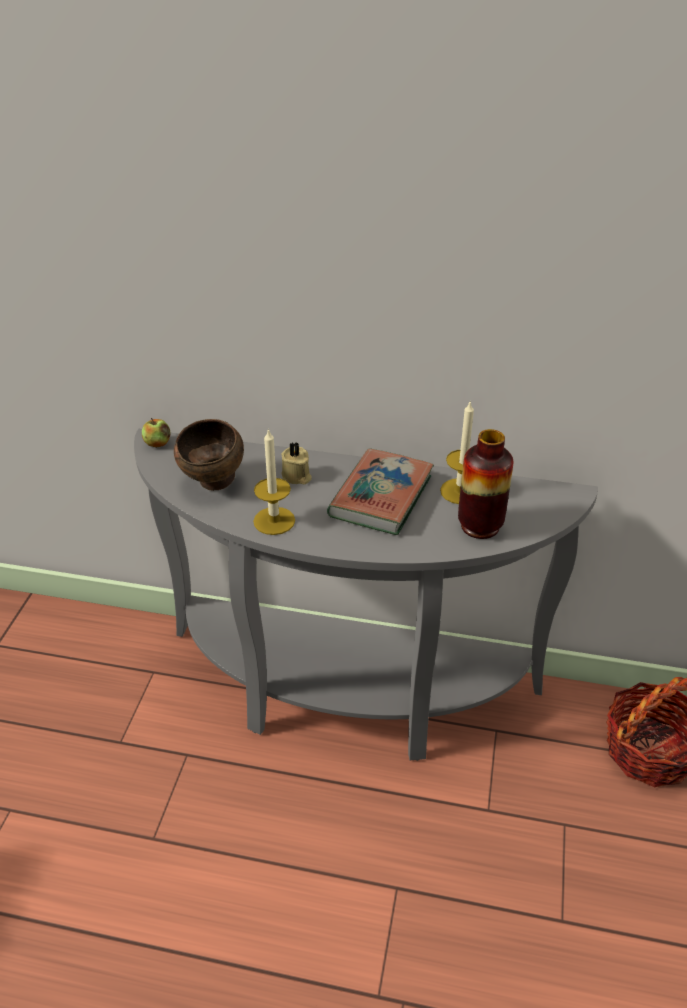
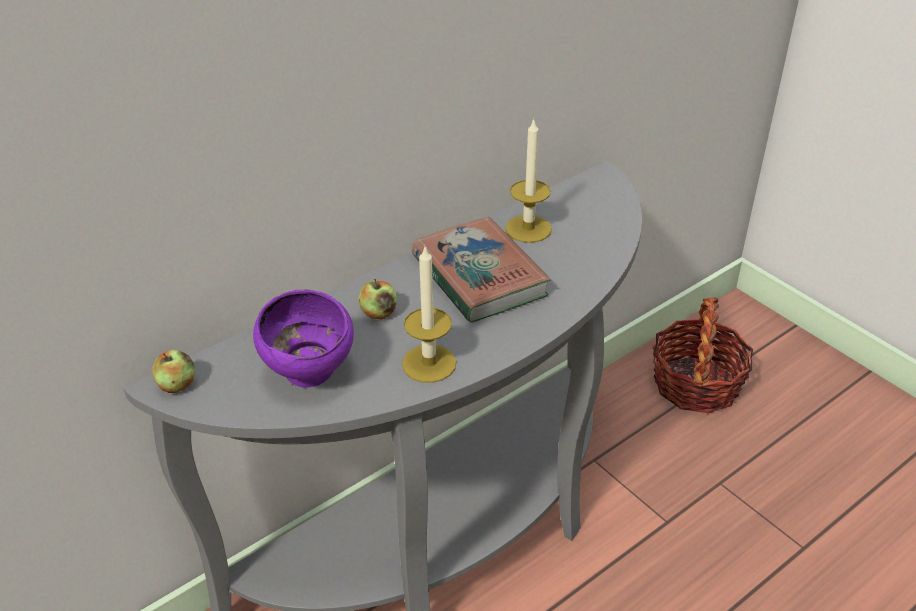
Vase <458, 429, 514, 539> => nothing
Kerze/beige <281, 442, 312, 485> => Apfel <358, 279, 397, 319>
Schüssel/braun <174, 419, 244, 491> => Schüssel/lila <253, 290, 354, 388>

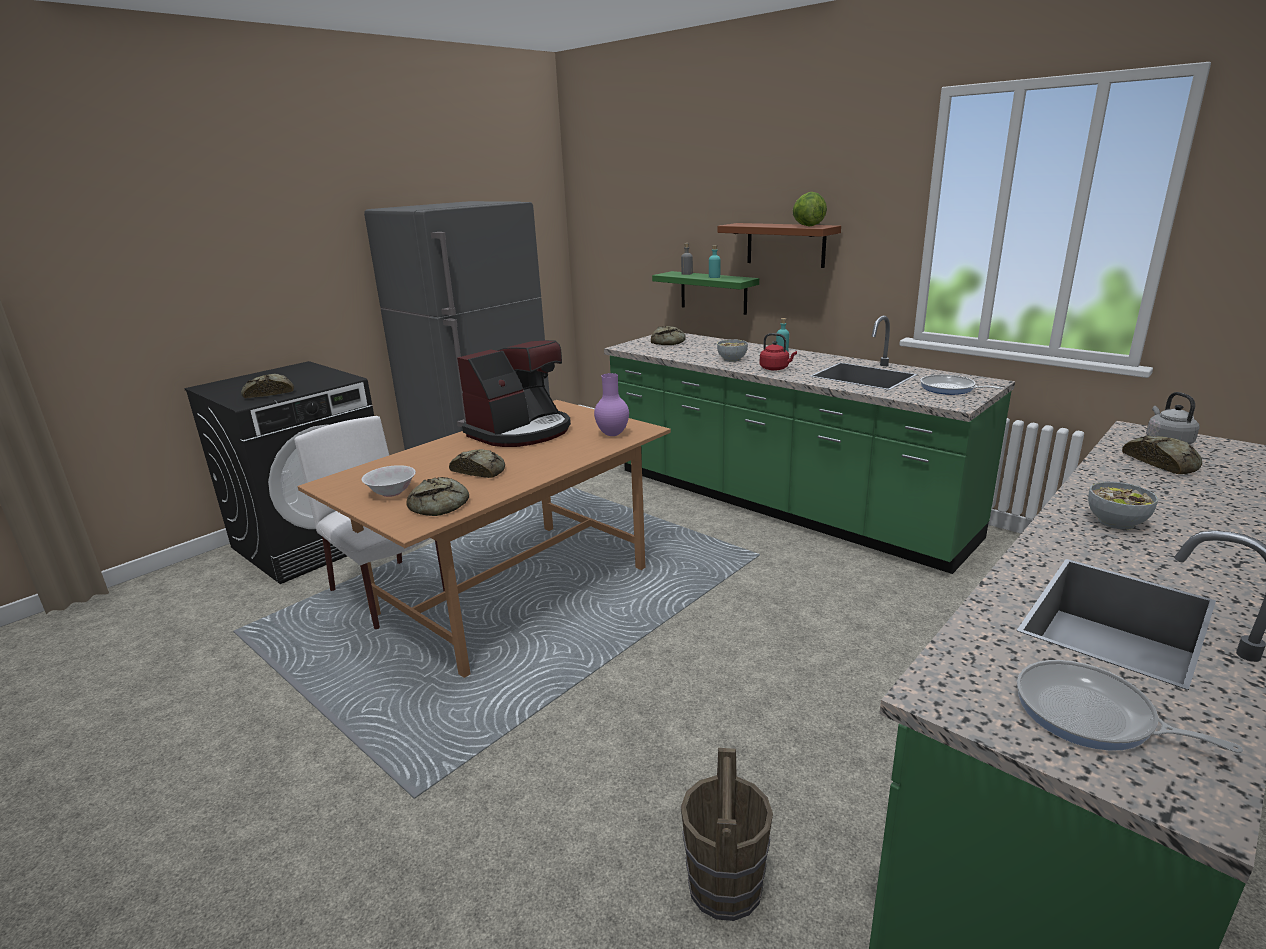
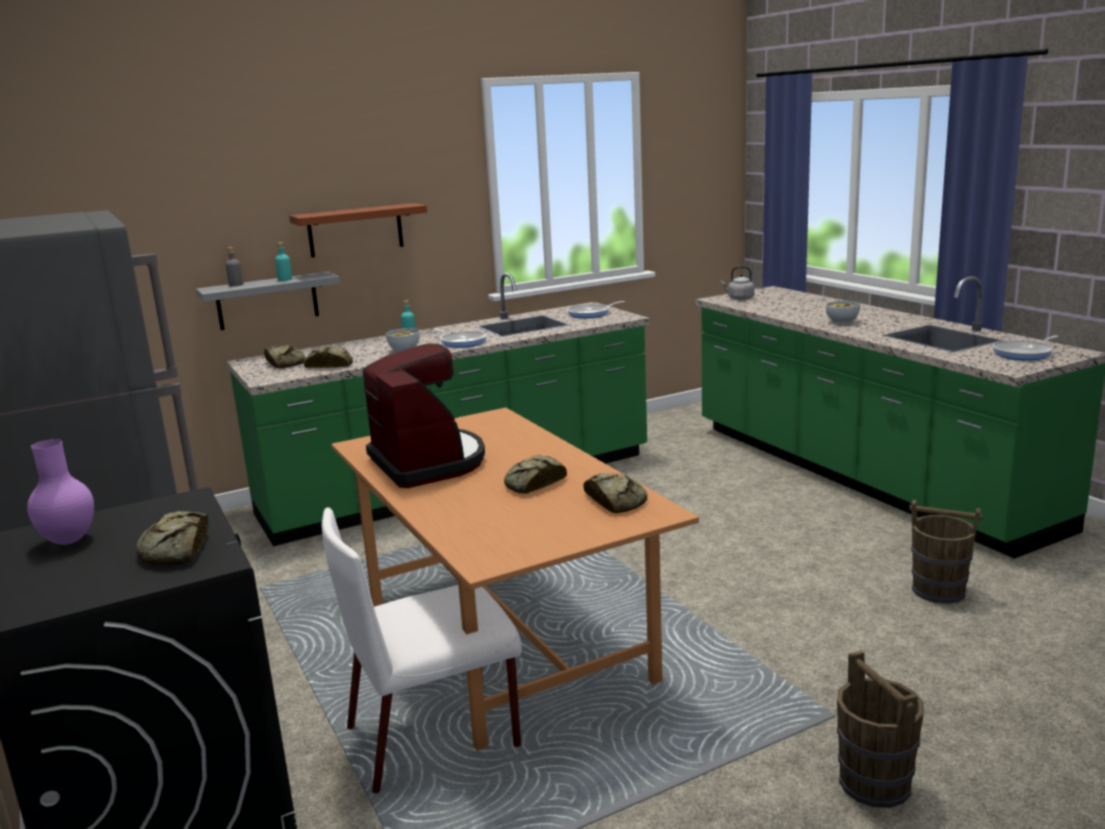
Schüssel/weiß <361, 465, 416, 497> => nothing
Salatkopf <792, 192, 827, 226> => nothing
nothing => Eimer/braun <837, 650, 924, 808>
Vase/lila <594, 373, 629, 436> => Vase/lila <27, 439, 94, 545>, move
Brot <1122, 436, 1202, 474> => Brot <304, 346, 353, 368>, move
Wasserkessel/rot <760, 333, 797, 371> => Pfanne <433, 329, 487, 348>
Wandregal/grün <652, 271, 759, 315> => Wandregal/grau <196, 272, 340, 330>

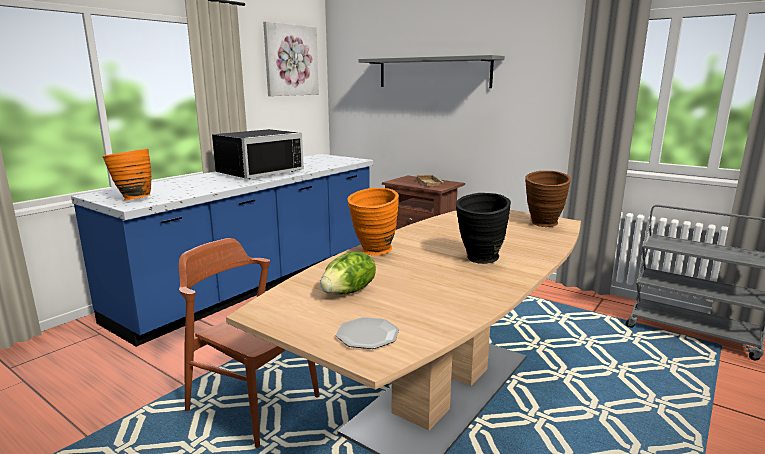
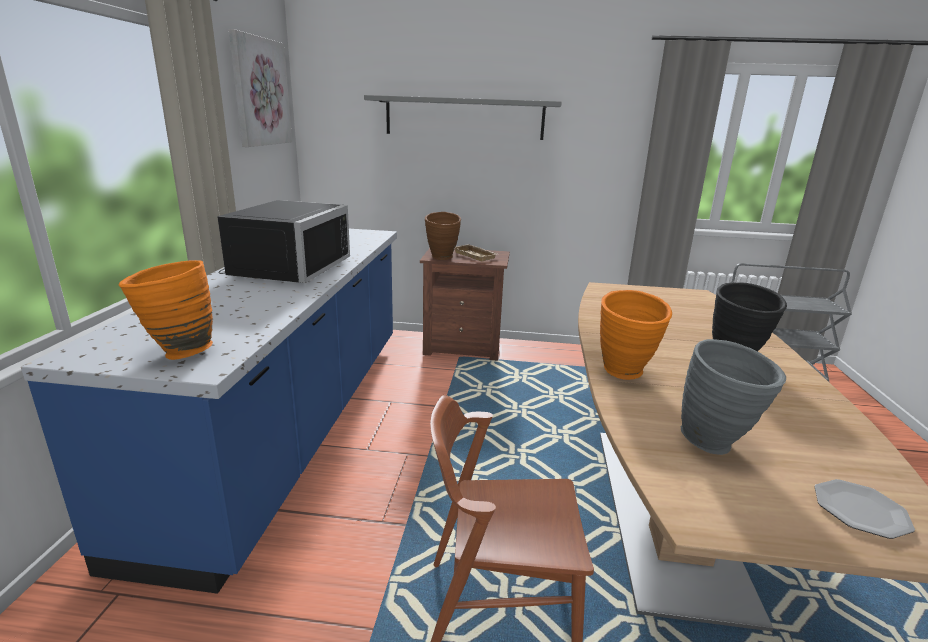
Vase/braun <525, 171, 571, 227> => Vase/braun <425, 212, 461, 260>, move
Salatkopf <320, 251, 376, 295> => Vase/grau <681, 339, 786, 455>

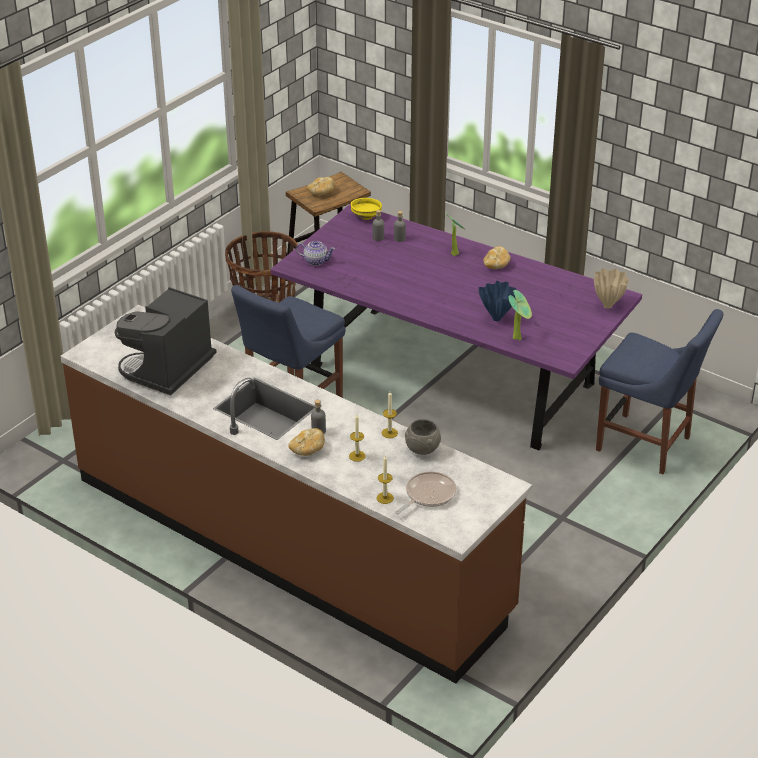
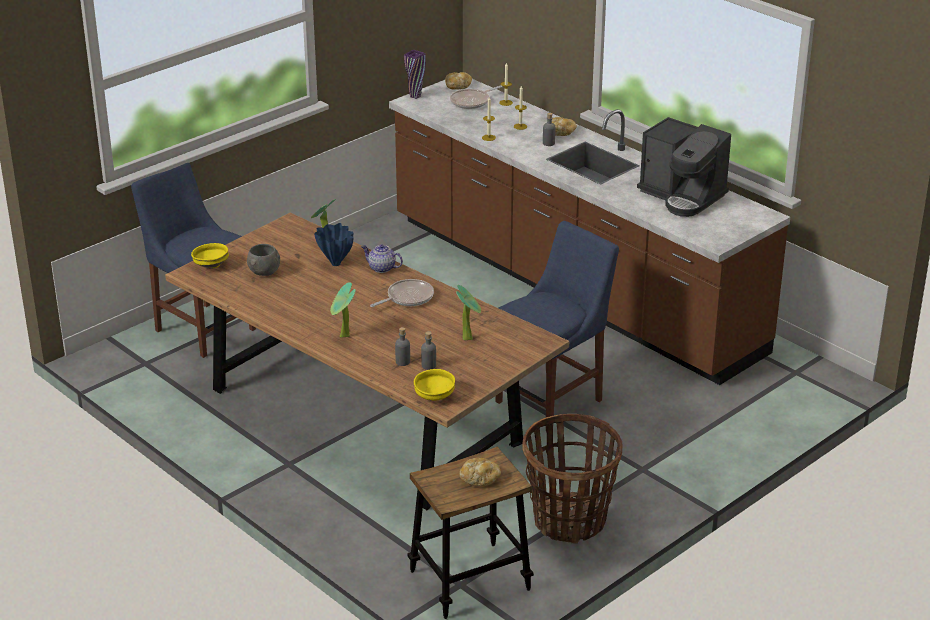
nothing => Pfanne <370, 279, 434, 307>
nothing => Vase/lila <404, 49, 426, 99>
nothing => Topfpflanze <456, 285, 481, 340>
Teekanne <296, 241, 335, 266> => Teekanne <361, 244, 403, 273>, move
Schüssel/grau <405, 419, 441, 455> => Schüssel/grau <247, 244, 280, 276>, move
Brot <483, 246, 511, 269> => Brot <445, 72, 472, 90>, move
Vase/beige <594, 269, 629, 309> => Schüssel/gelb <191, 243, 229, 269>
Esstisch/lila <271, 204, 642, 450> => Esstisch/braun <165, 213, 569, 510>
Kaffeemaschine <115, 287, 217, 396> => Kaffeemaschine <637, 117, 731, 217>, 90 degrees clockwise

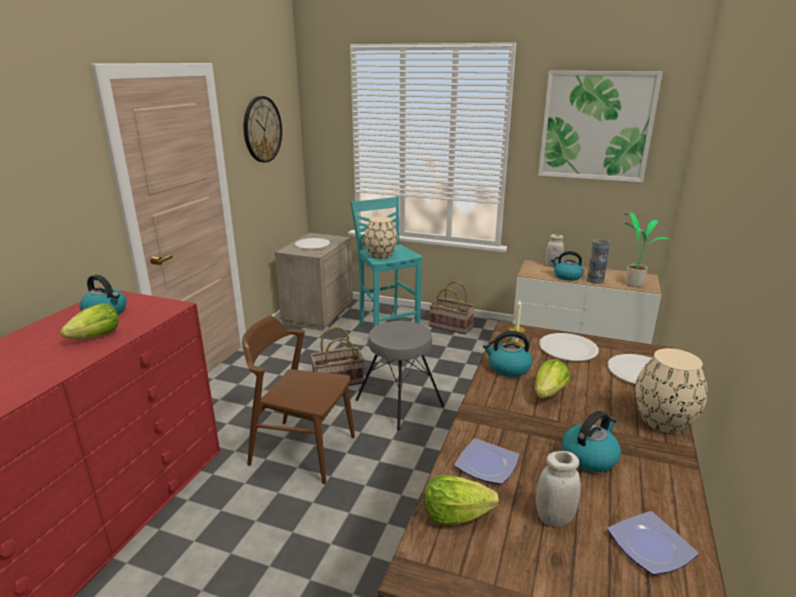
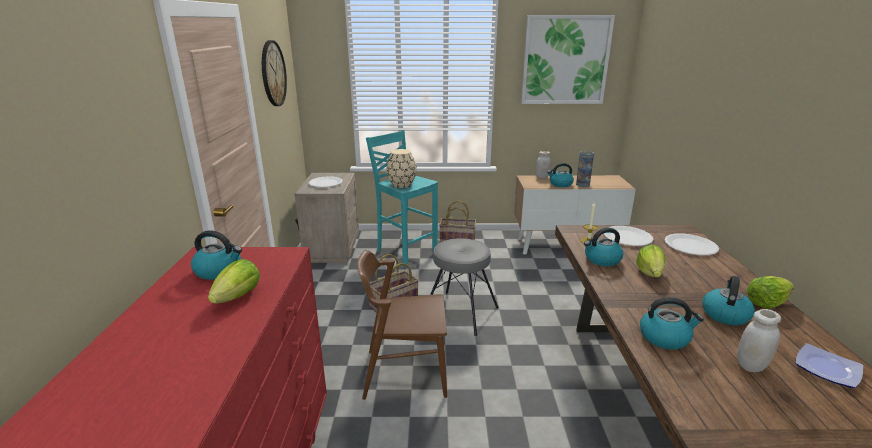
Topfpflanze <624, 213, 669, 287> => nothing
Vase/beige <635, 348, 708, 433> => nothing
Salatkopf <424, 475, 499, 525> => Salatkopf <747, 276, 794, 309>, move
Teller <454, 438, 520, 485> => Wasserkessel <640, 297, 704, 350>

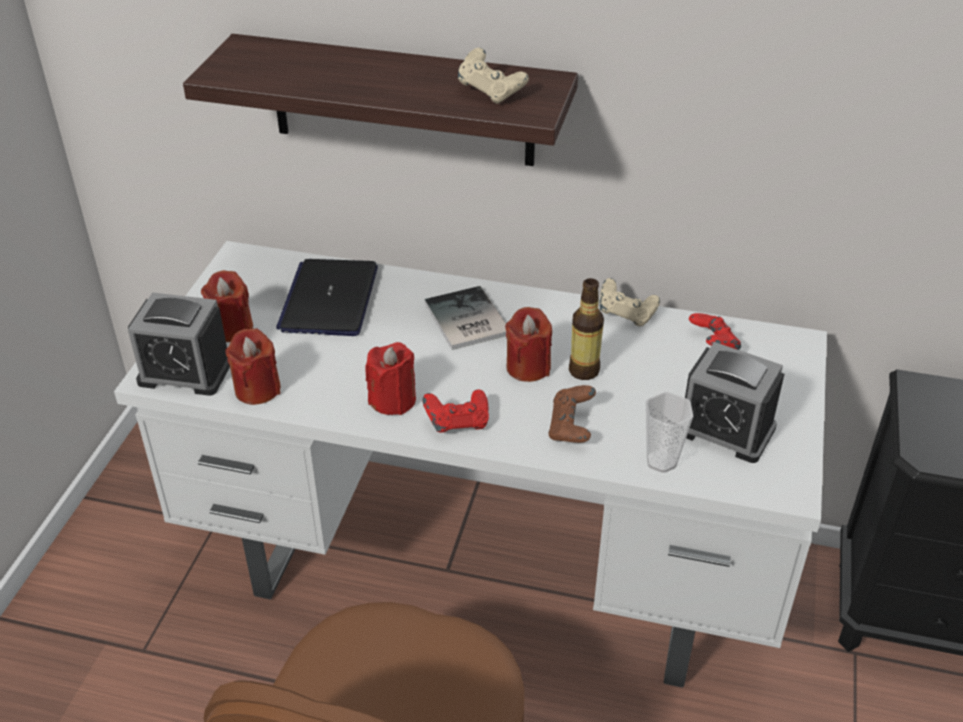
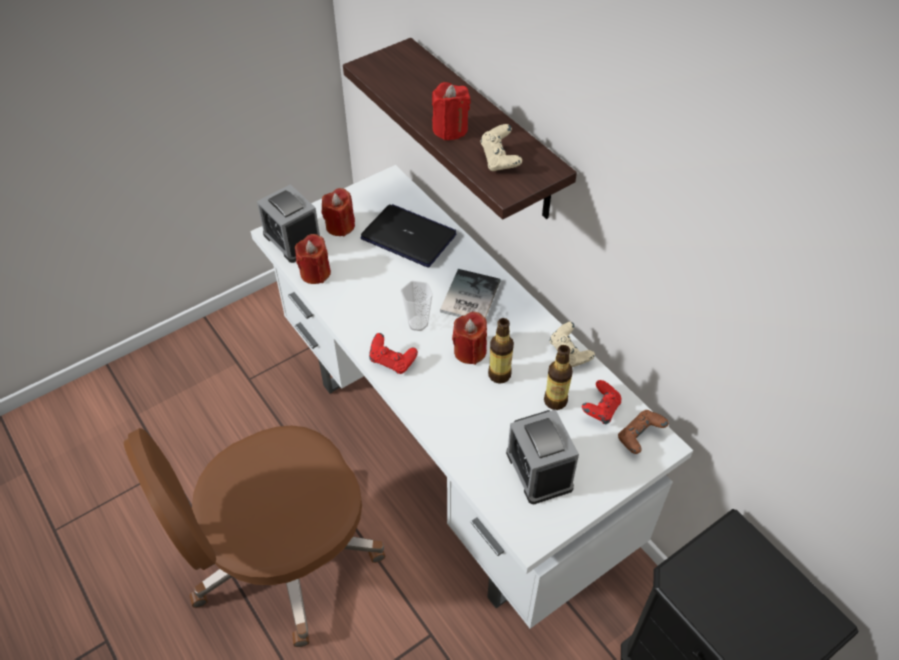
nothing => Flasche <544, 345, 573, 410>
Kerze/rot <365, 342, 416, 415> => Kerze/rot <432, 82, 471, 140>, move
Gamepad/braun <548, 385, 596, 443> => Gamepad/braun <618, 410, 669, 454>, move
Tasse <646, 392, 693, 473> => Tasse <401, 281, 433, 331>, move
Laptop <276, 259, 378, 336> => Laptop <360, 204, 456, 267>, 75 degrees clockwise

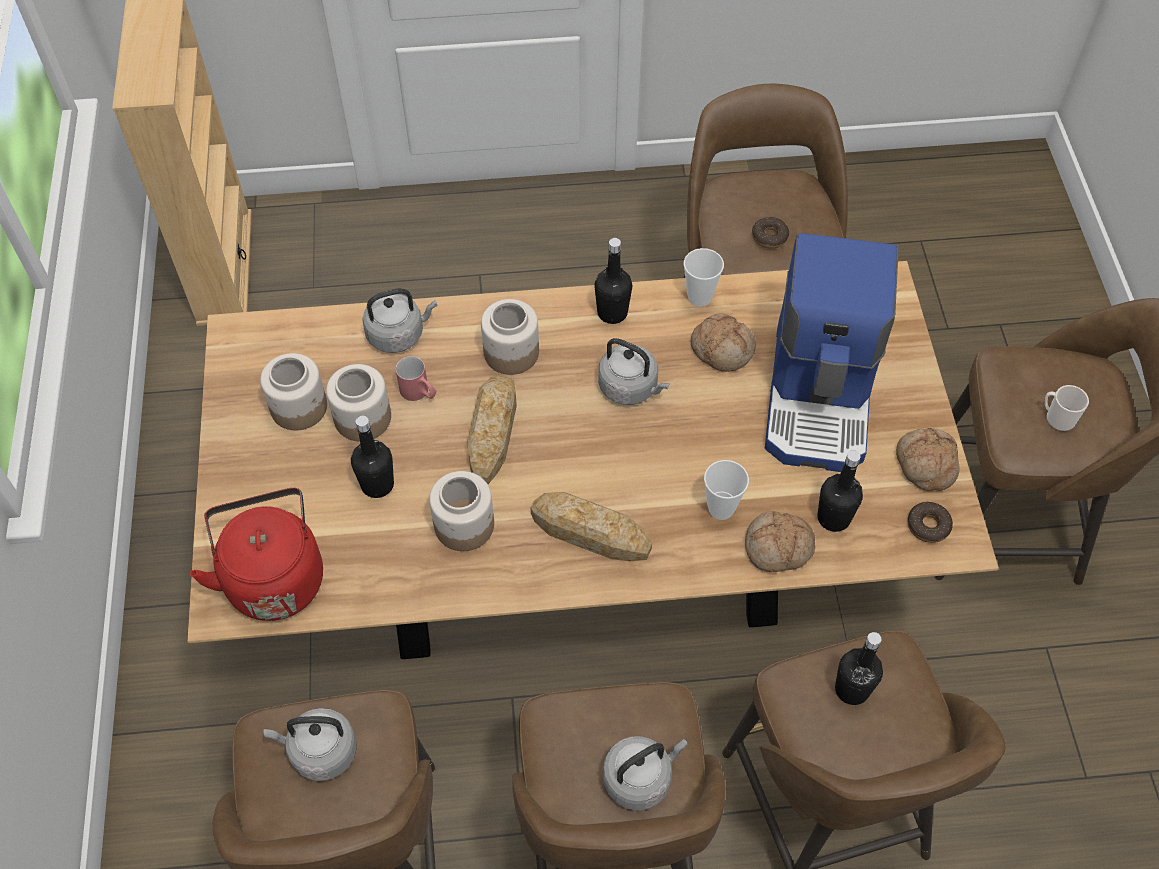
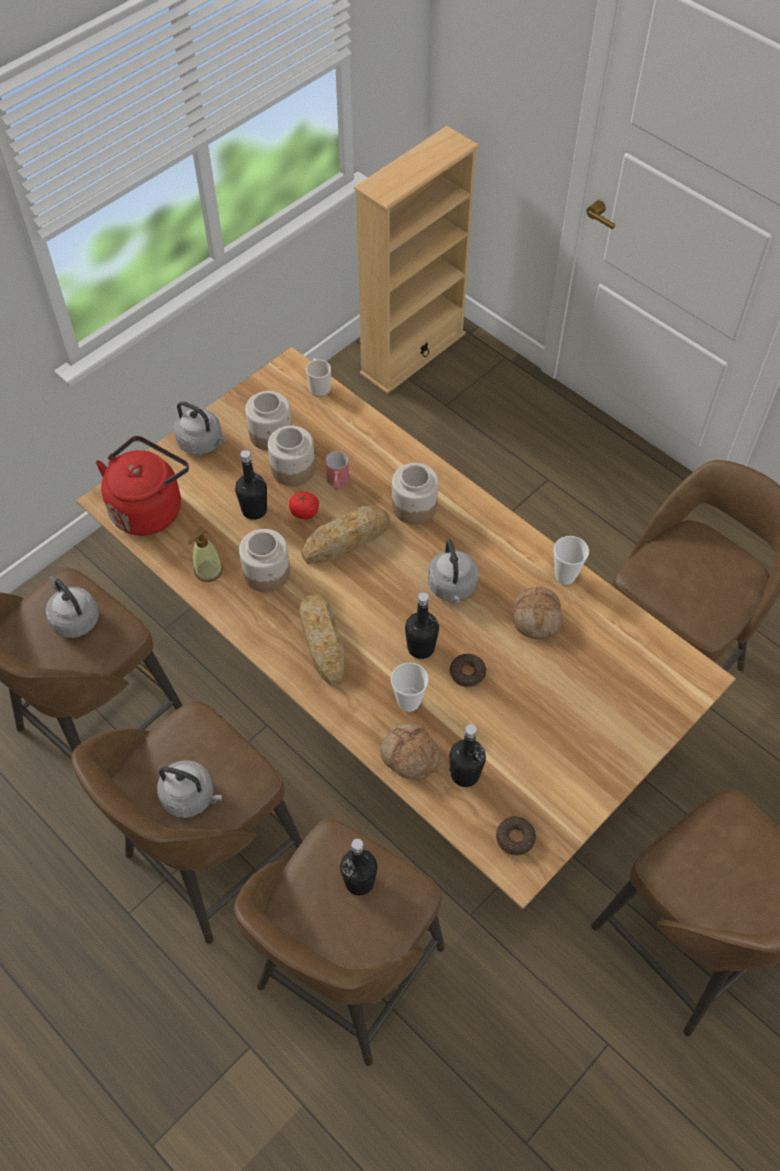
Kaffeemaschine <765, 233, 899, 472> => nothing
Brot <896, 428, 960, 491> => nothing
nothing => Seifenspender <188, 527, 223, 582>
nothing => Tomate <289, 492, 319, 519>
Wasserkessel/grau <362, 288, 438, 353> => Wasserkessel/grau <174, 401, 226, 455>, move
Flasche/schwarz <594, 238, 632, 324> => Flasche/schwarz <405, 592, 439, 659>, move
Donut <752, 217, 789, 249> => Donut <450, 654, 486, 687>, move
Henkelbecher <1045, 385, 1089, 431> => Henkelbecher <306, 358, 331, 397>, move

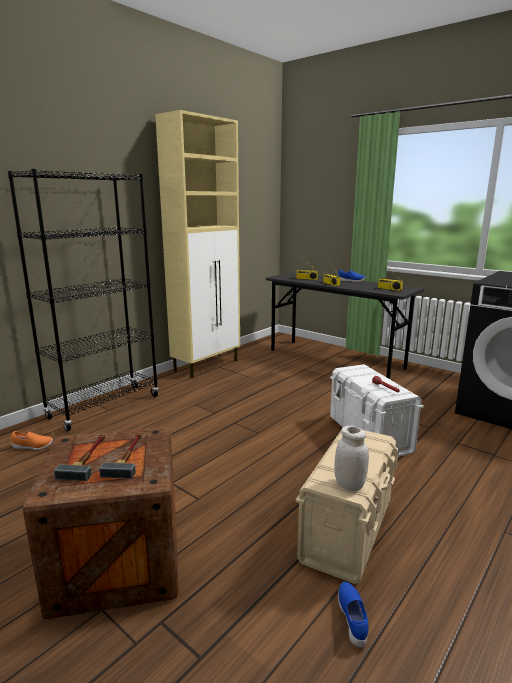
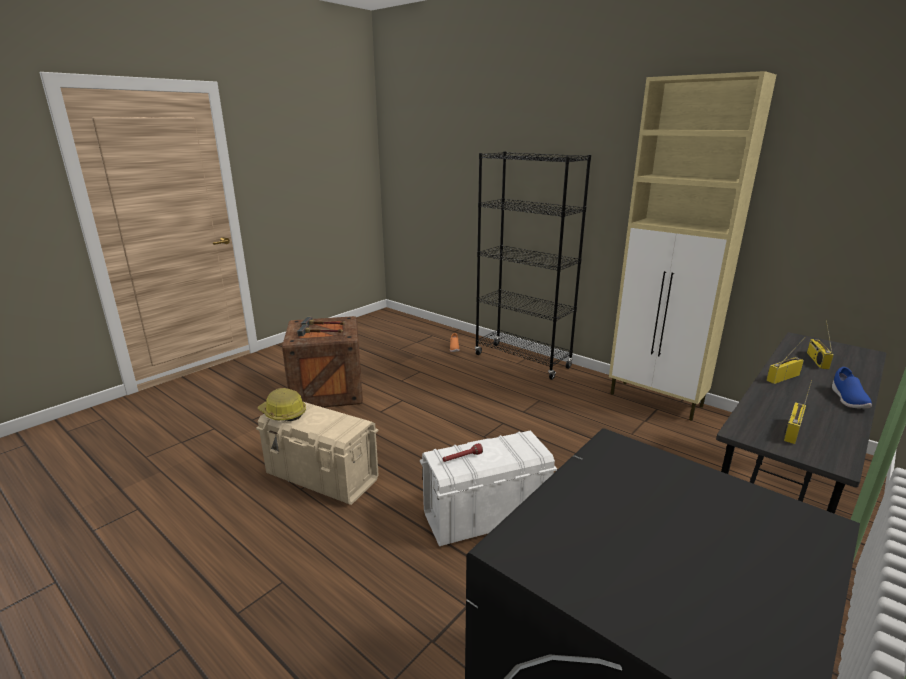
Schuh/blau <338, 582, 369, 647> => nothing
Vorratsglas/weiß <334, 426, 369, 491> => Schutzhelm <258, 388, 306, 421>

